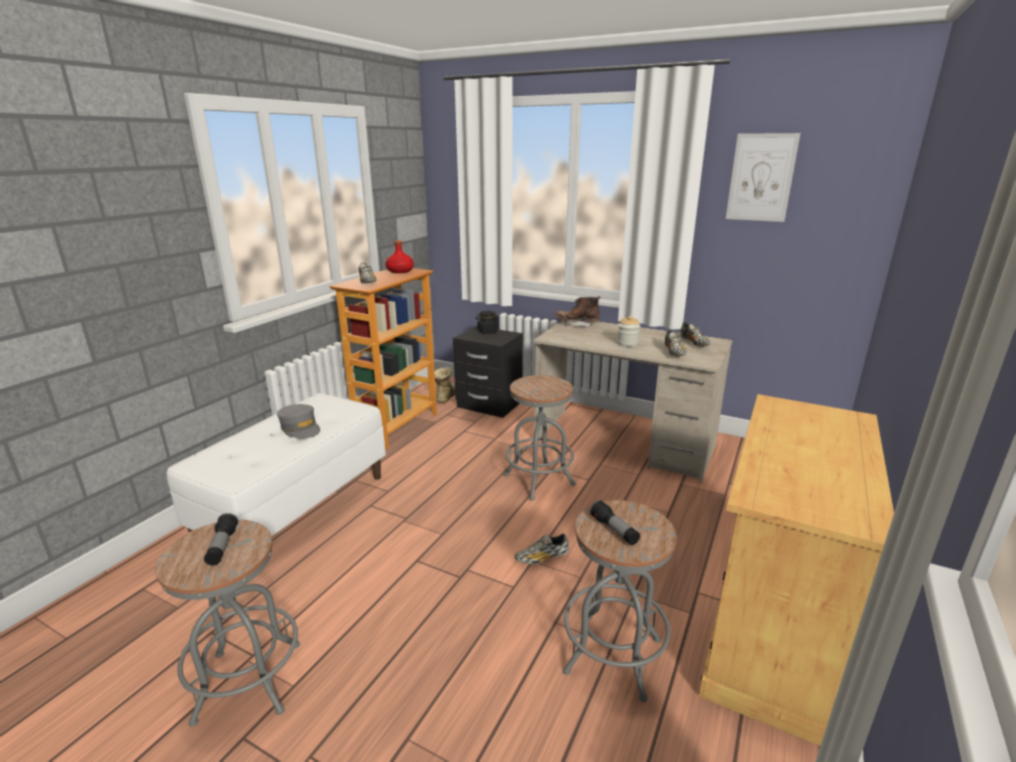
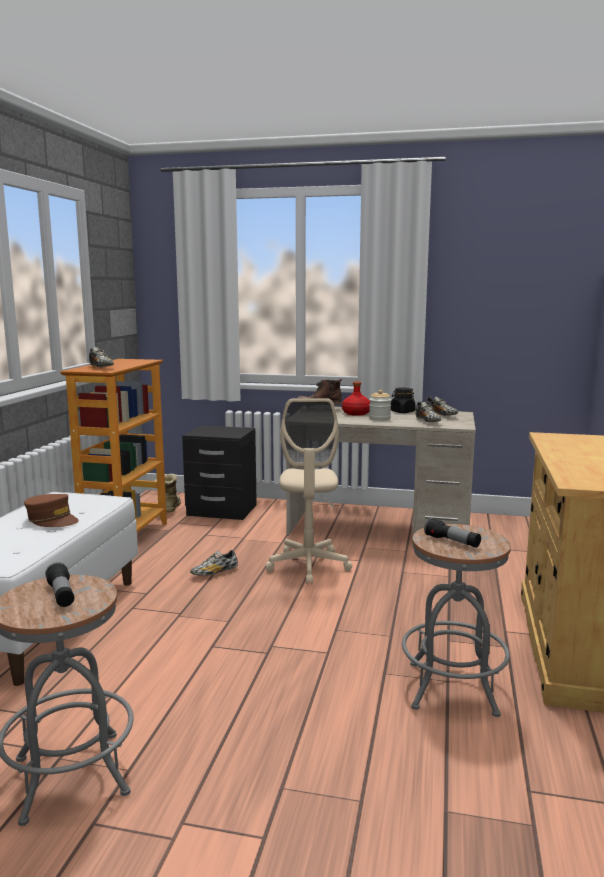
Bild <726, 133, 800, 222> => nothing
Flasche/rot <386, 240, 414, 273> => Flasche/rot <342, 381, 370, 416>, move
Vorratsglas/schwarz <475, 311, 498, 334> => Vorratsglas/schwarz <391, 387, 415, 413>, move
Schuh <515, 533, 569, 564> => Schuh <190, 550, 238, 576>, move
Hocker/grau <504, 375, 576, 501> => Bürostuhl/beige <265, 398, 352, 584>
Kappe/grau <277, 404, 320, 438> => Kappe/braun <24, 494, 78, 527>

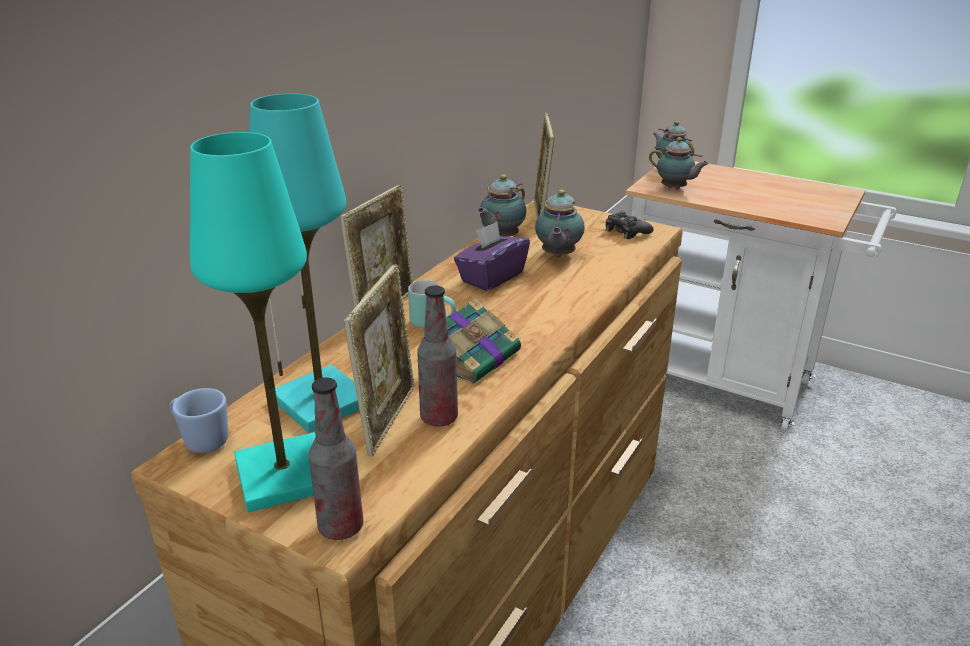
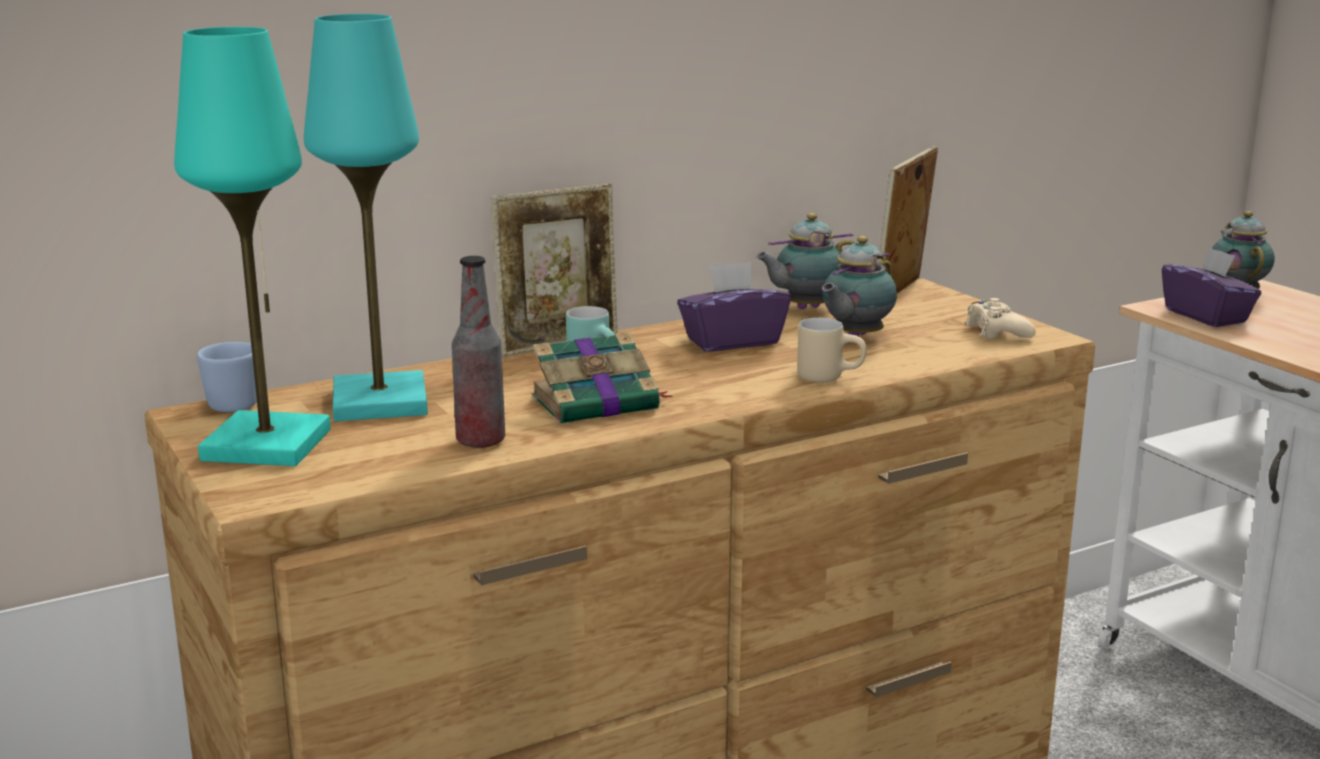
Flasche <308, 377, 363, 540> => nothing
Bilderrahmen <344, 264, 415, 457> => nothing
nothing => Henkelbecher/beige <797, 318, 867, 383>
Teekanne <649, 137, 709, 190> => Taschentuchbox/lila <1162, 247, 1261, 327>
Gamepad/schwarz <606, 211, 654, 239> => Gamepad/beige <965, 298, 1036, 339>

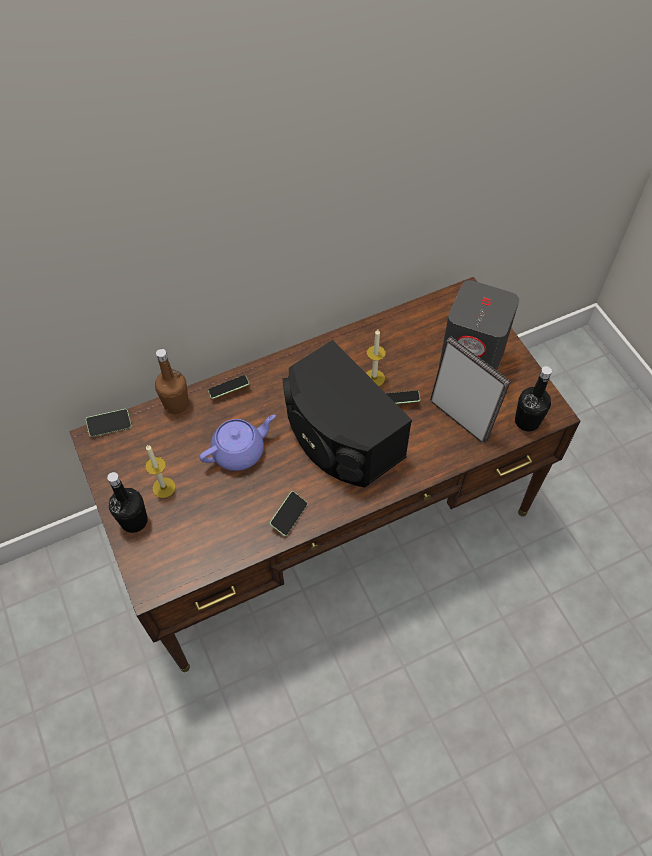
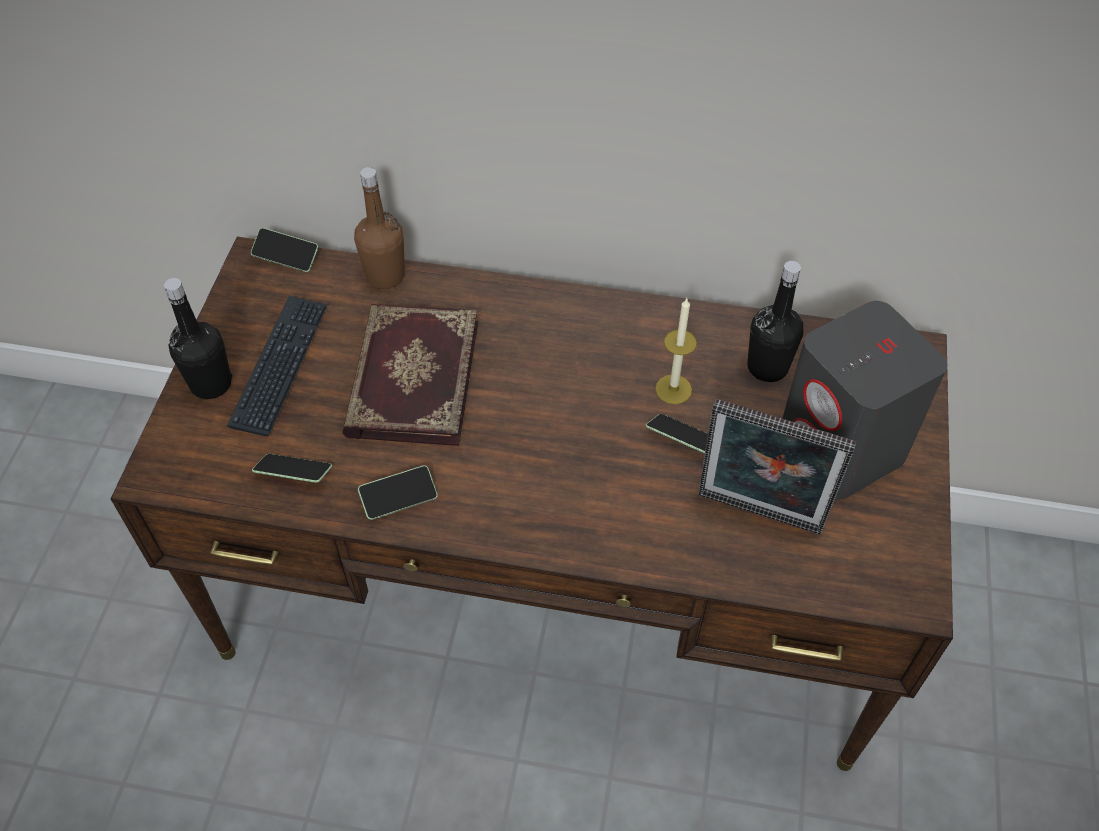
Lautsprecher/schwarz <283, 340, 412, 488> => nothing
Handy <208, 375, 250, 399> => Handy <252, 454, 332, 483>, move
Flasche/schwarz <515, 366, 552, 432> => Flasche/schwarz <747, 261, 803, 382>, move
Kerze <145, 445, 176, 498> => Tastatur <227, 296, 328, 436>
Teekanne/lila <199, 415, 276, 471> => Buch <342, 304, 478, 446>
Bilderrahmen <430, 337, 511, 444> => Bilderrahmen <698, 399, 856, 535>, 120 degrees clockwise

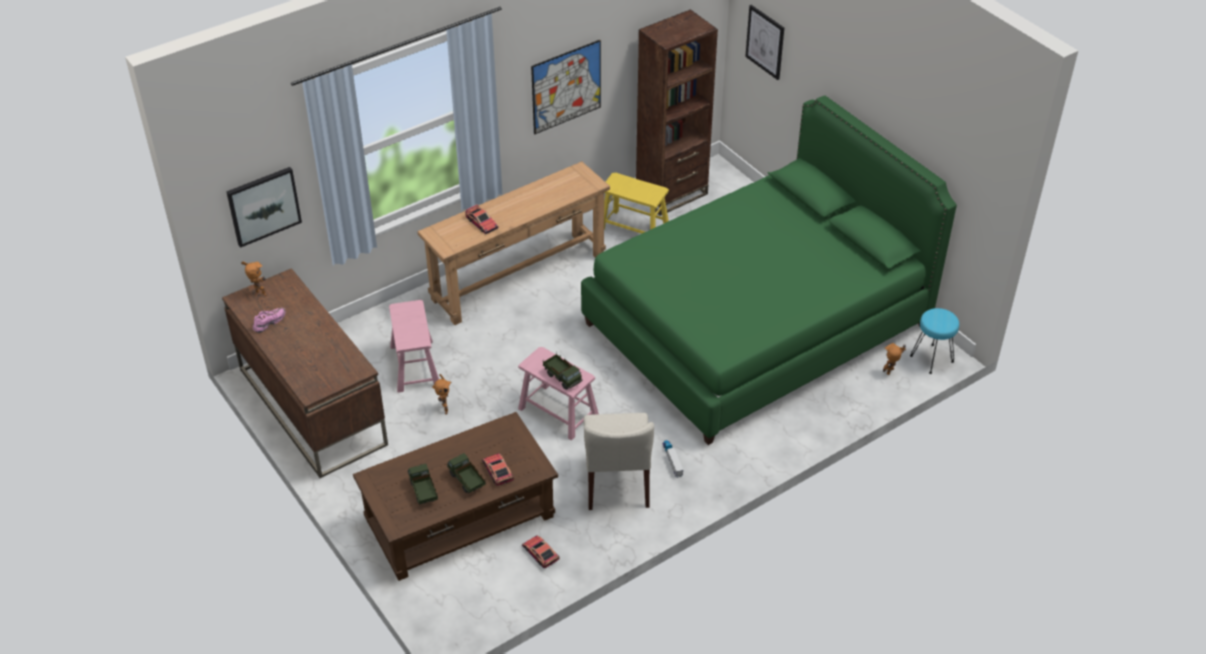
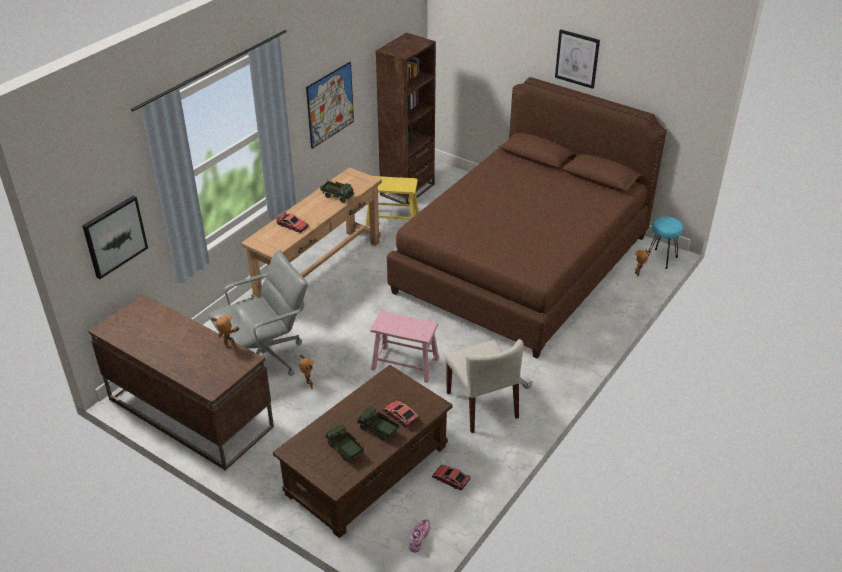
Spielzeugroboter <241, 261, 267, 296> => Spielzeugroboter <210, 315, 240, 347>, move
Schuh/rosa <253, 308, 286, 333> => Schuh/rosa <409, 519, 430, 552>, move
Spielzeuglaster <543, 354, 582, 390> => Spielzeuglaster <320, 179, 354, 203>, move
Bild <745, 5, 784, 80> => Bild <555, 29, 600, 89>, move
Hocker/rosa <389, 300, 439, 393> => Bürostuhl/grau <208, 250, 308, 376>
Bett/grün <581, 96, 957, 445> => Bett/braun <387, 77, 667, 359>

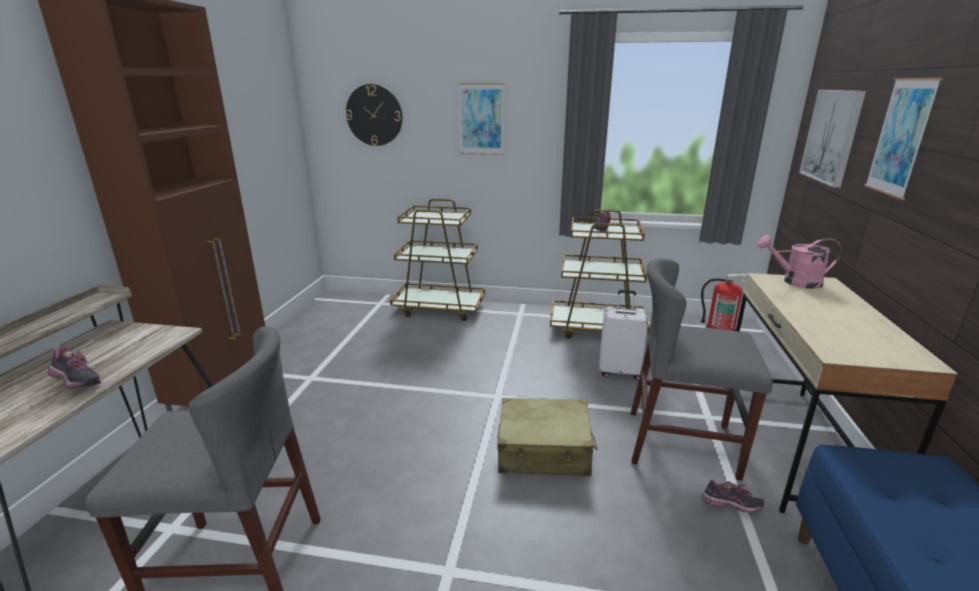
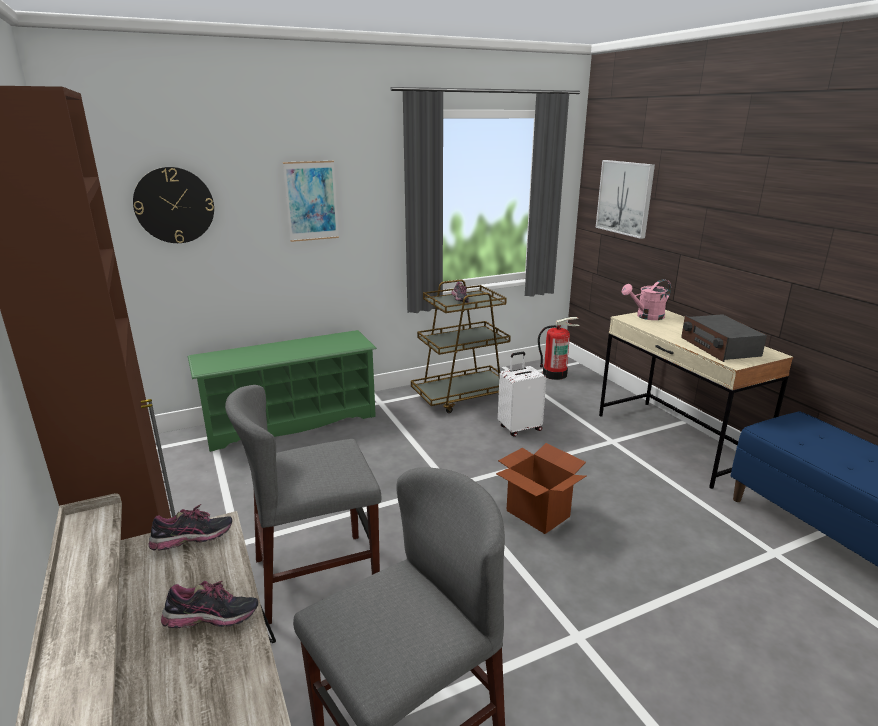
Bild <865, 78, 943, 200> => nothing
nothing => Radio <681, 314, 767, 362>
Stuhl/grau <631, 258, 773, 481> => Stuhl/grau <225, 385, 382, 624>, move
Schuh <702, 480, 764, 513> => Schuh <148, 504, 232, 551>, move
Rollwagen/braun <390, 199, 485, 321> => Schuhregal/grün <188, 330, 377, 452>
Koffer/beige <497, 398, 598, 476> => Karton <496, 443, 586, 534>

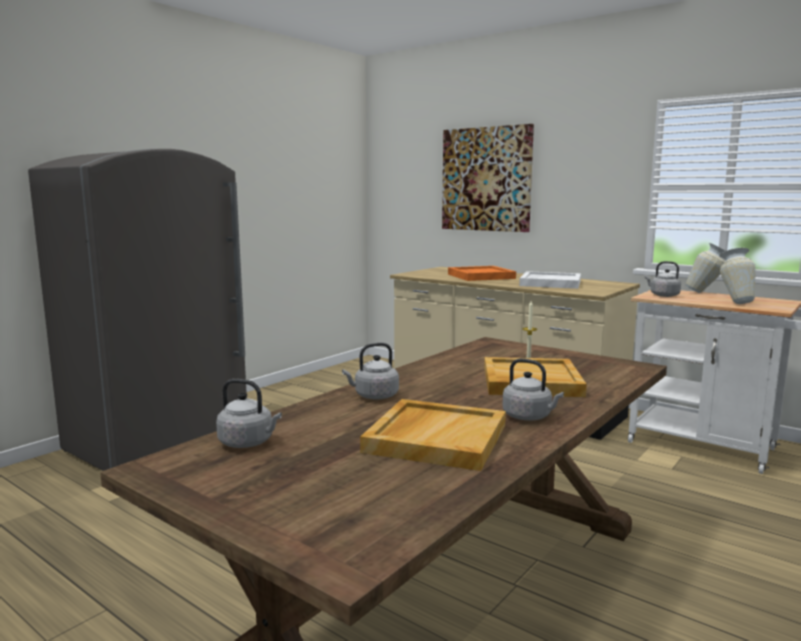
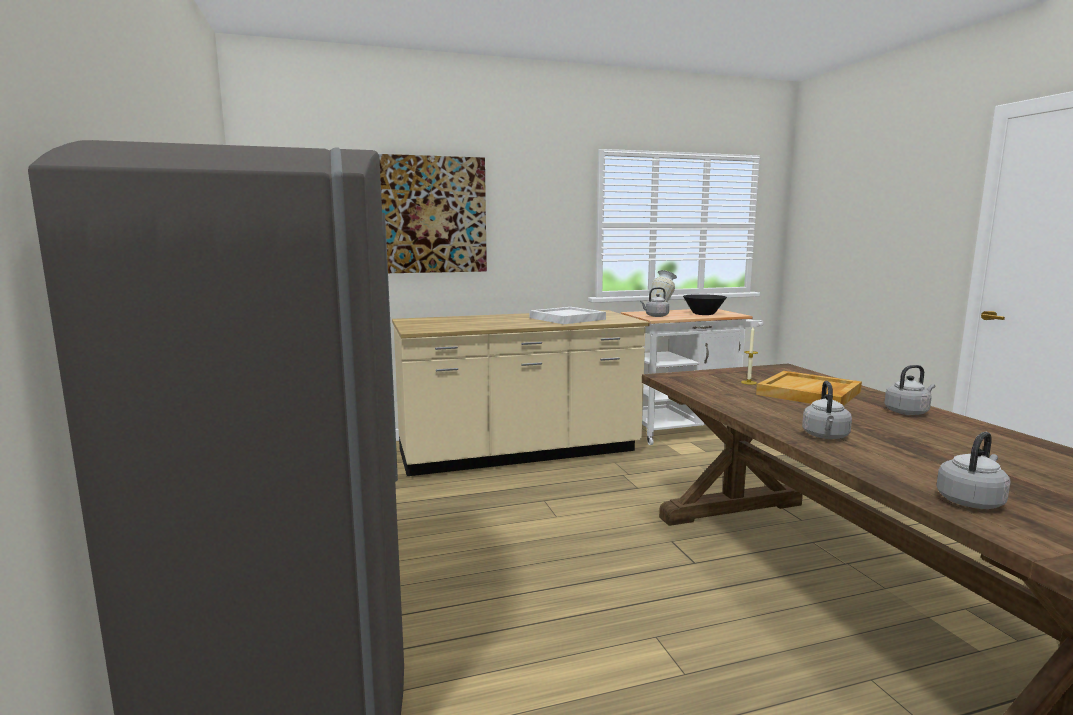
Tablett/beige <360, 399, 506, 471> => nothing
Tablett/orange <448, 266, 516, 281> => nothing
Vase <719, 248, 756, 304> => Schüssel/schwarz <683, 294, 727, 315>

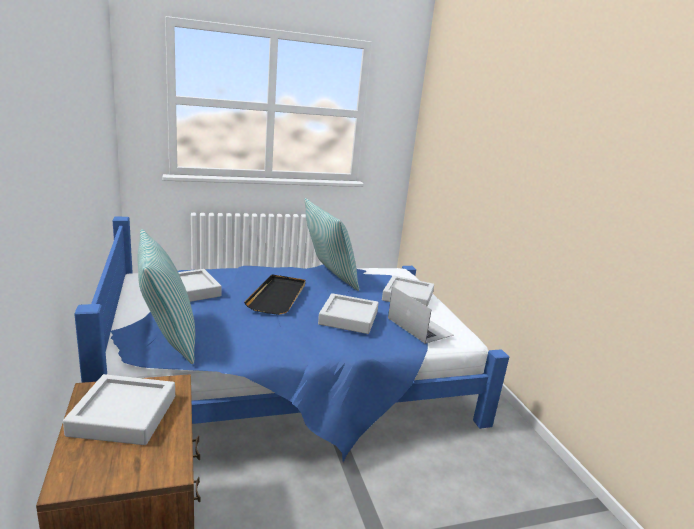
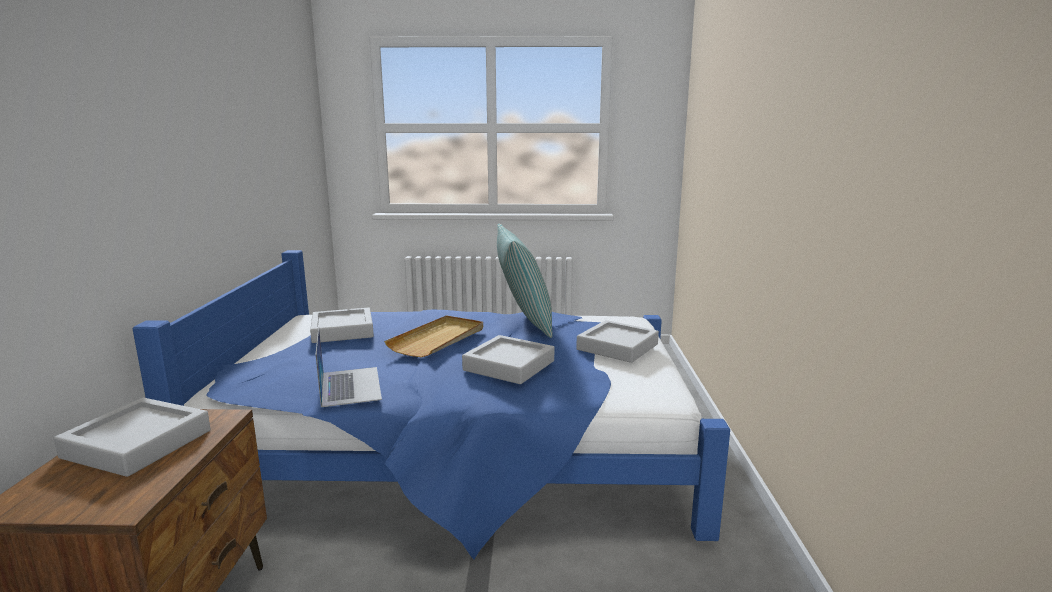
Kissen <138, 229, 195, 364> => nothing
Laptop <388, 286, 454, 344> => Laptop <316, 327, 382, 407>, move
Tablett/schwarz <244, 275, 306, 315> => Tablett/beige <384, 315, 483, 357>

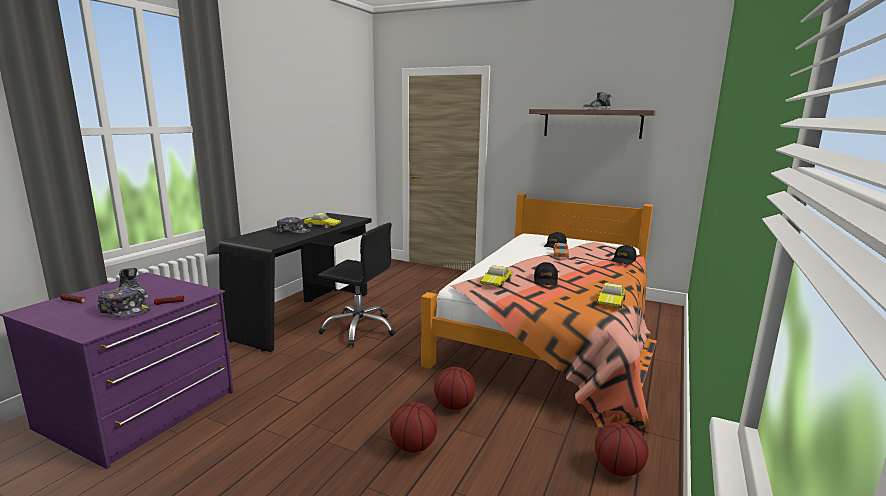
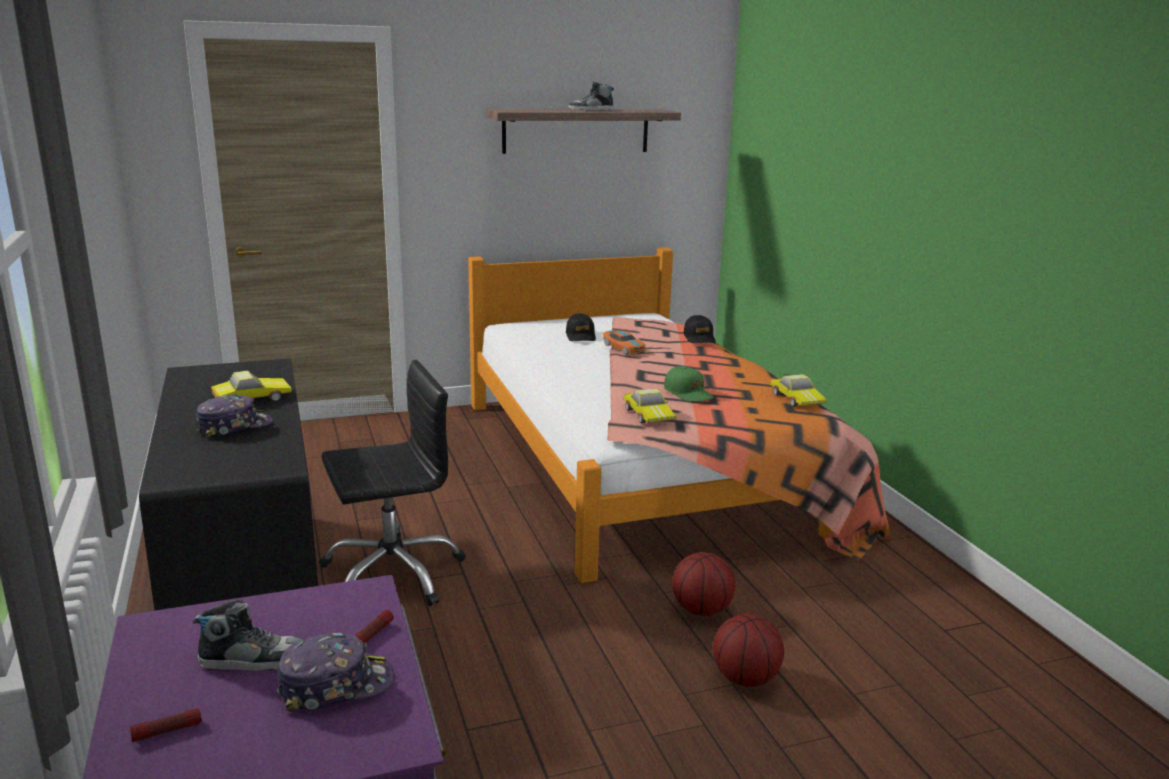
Basketball <595, 422, 648, 476> => nothing
Kappe/schwarz <534, 262, 558, 286> => Kappe/grün <664, 366, 714, 402>

